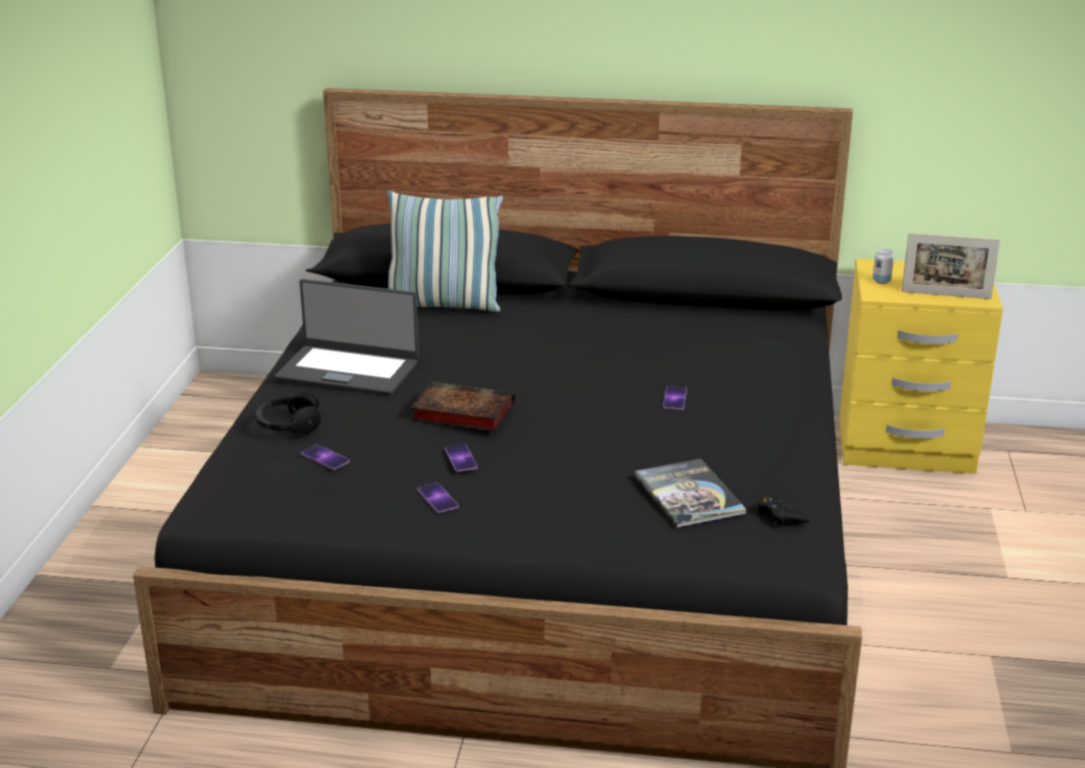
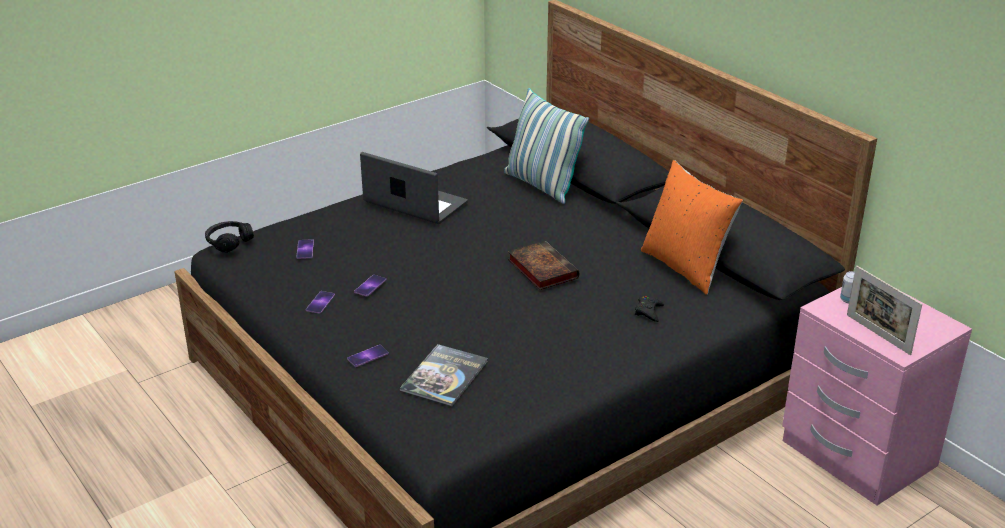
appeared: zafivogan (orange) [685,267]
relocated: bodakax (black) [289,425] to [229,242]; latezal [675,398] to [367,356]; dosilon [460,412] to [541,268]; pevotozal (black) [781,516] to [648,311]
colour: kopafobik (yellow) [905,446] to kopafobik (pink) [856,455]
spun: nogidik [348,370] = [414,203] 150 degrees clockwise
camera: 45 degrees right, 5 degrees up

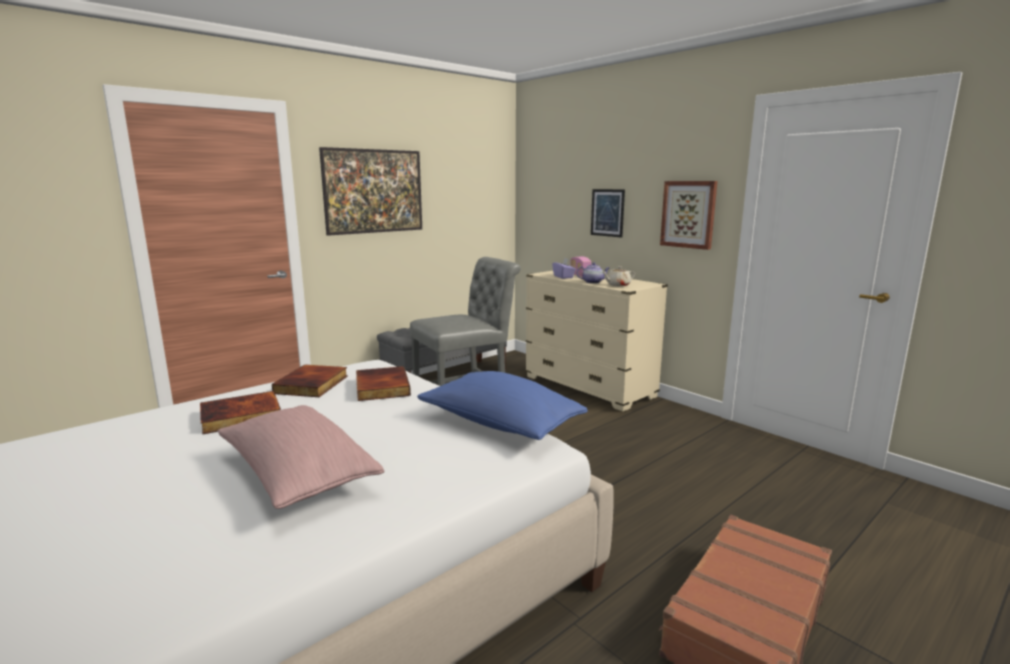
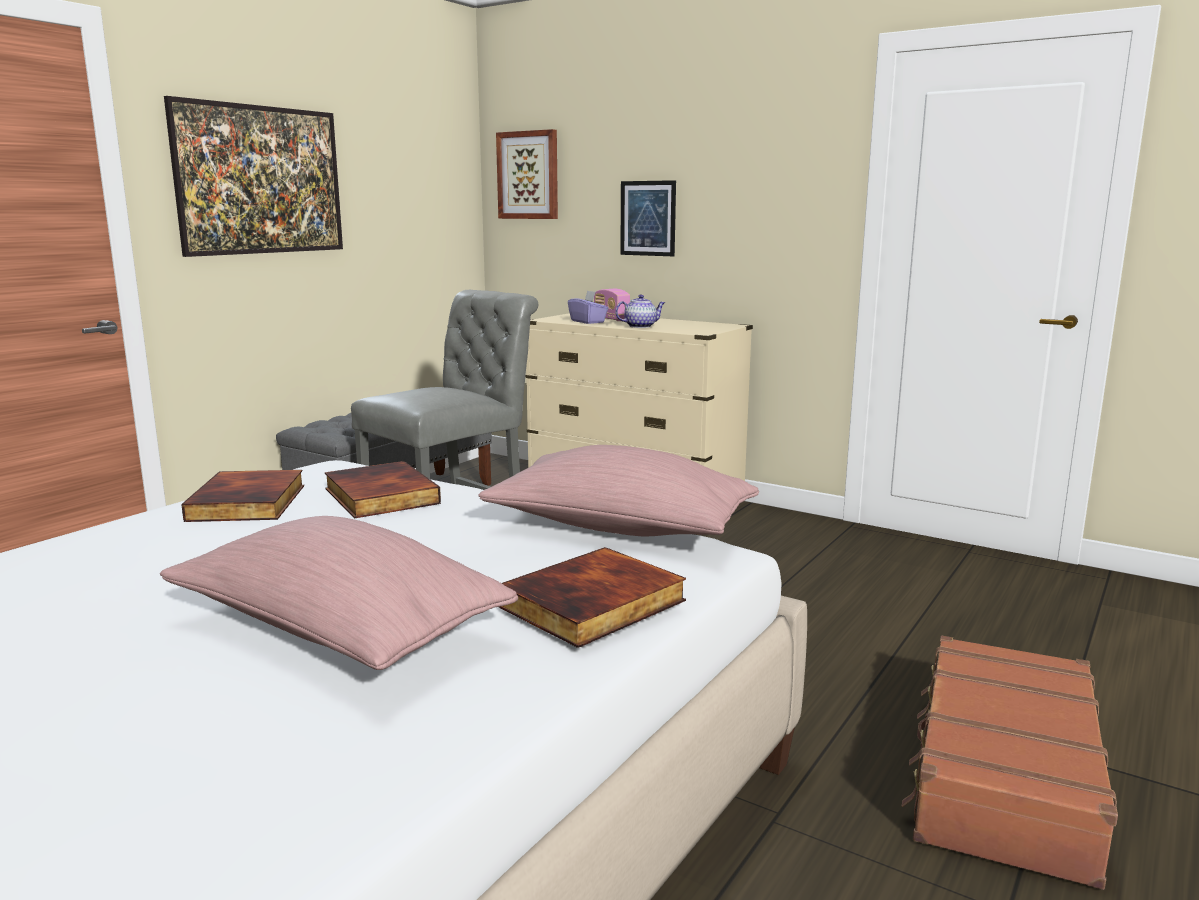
missing: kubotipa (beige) [618,285]
relocated: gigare [688,214] to [528,175]; dosilon [240,417] to [594,605]
colour: zafivogan (blue) [499,424] to zafivogan (pink) [619,529]
camera: 15 degrees left, 0 degrees up

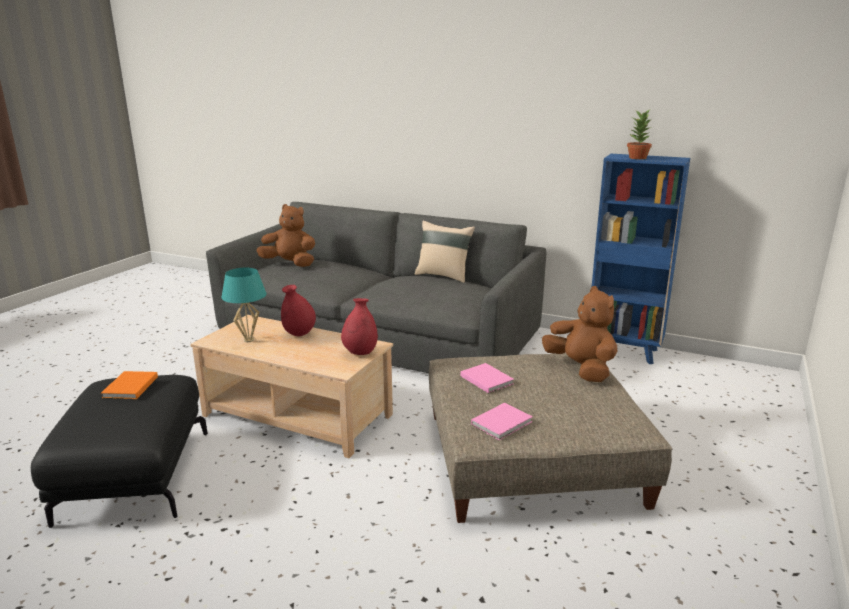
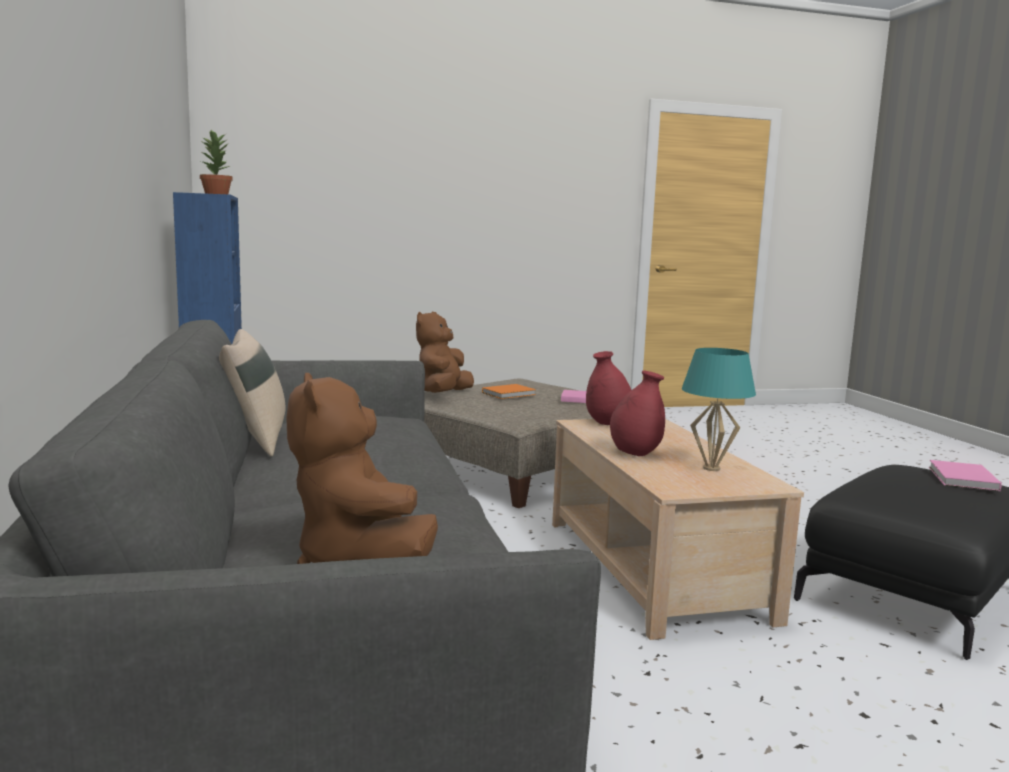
relocated: dosilon (orange) [129,388] to [510,393]; dosilon (pink) [486,379] to [962,479]
camera: 130 degrees left, 10 degrees down

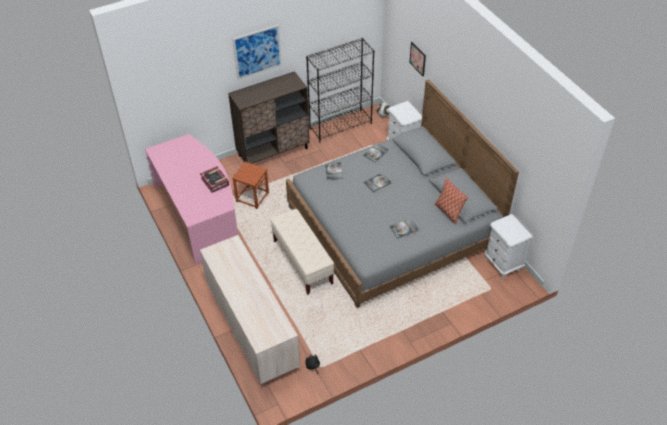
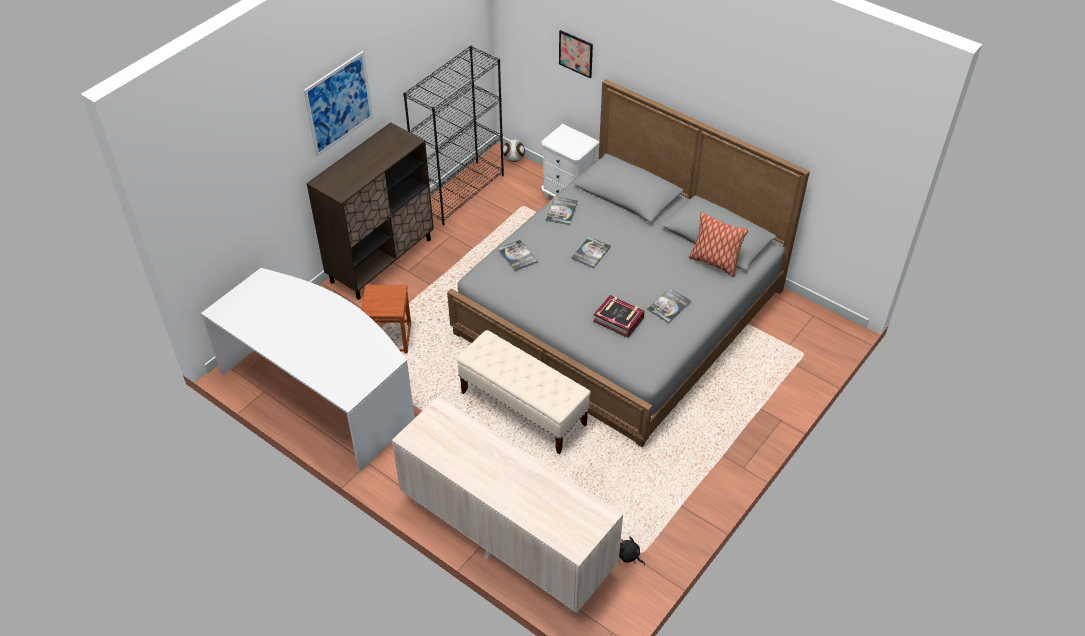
missing: kopafobik (white) [502,264]
relocated: dosilon [215,181] to [618,319]
colour: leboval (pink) [199,215] to leboval (white) [320,392]
camera: 25 degrees left, 0 degrees up

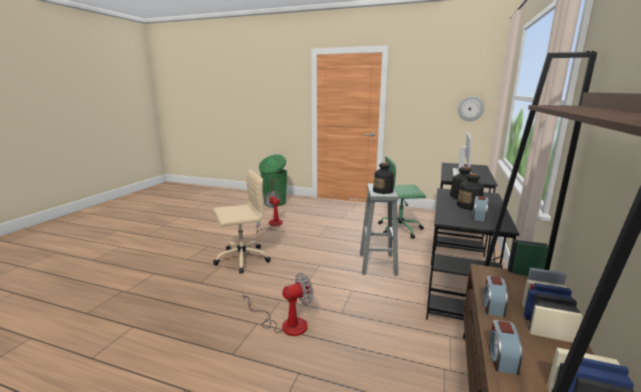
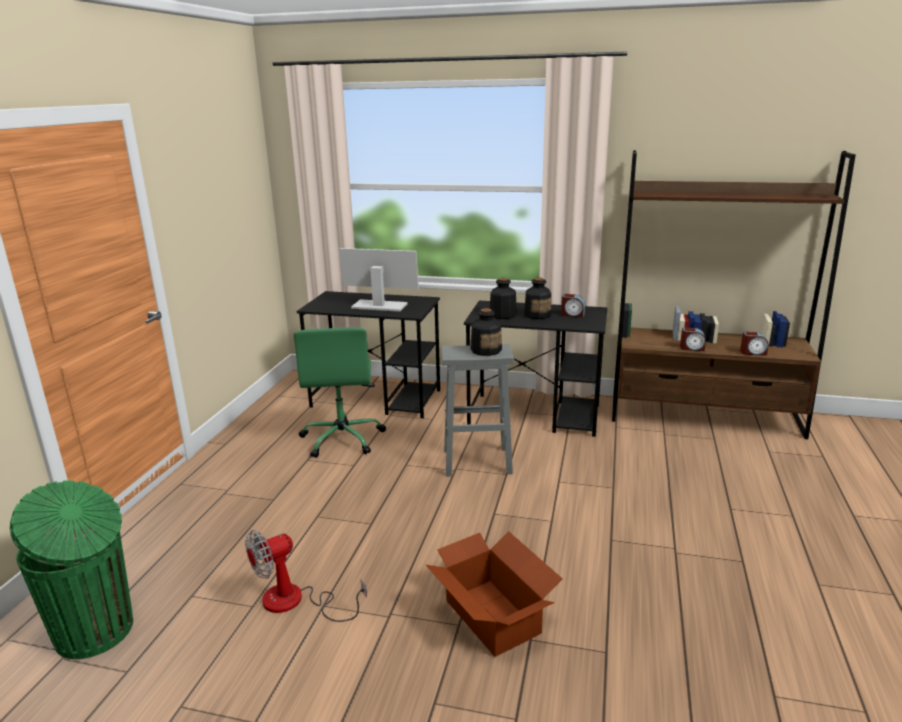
missing: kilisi [286,324]; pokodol [470,108]
exchanged: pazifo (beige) [241,259] to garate [493,615]
camera: 95 degrees left, 5 degrees up

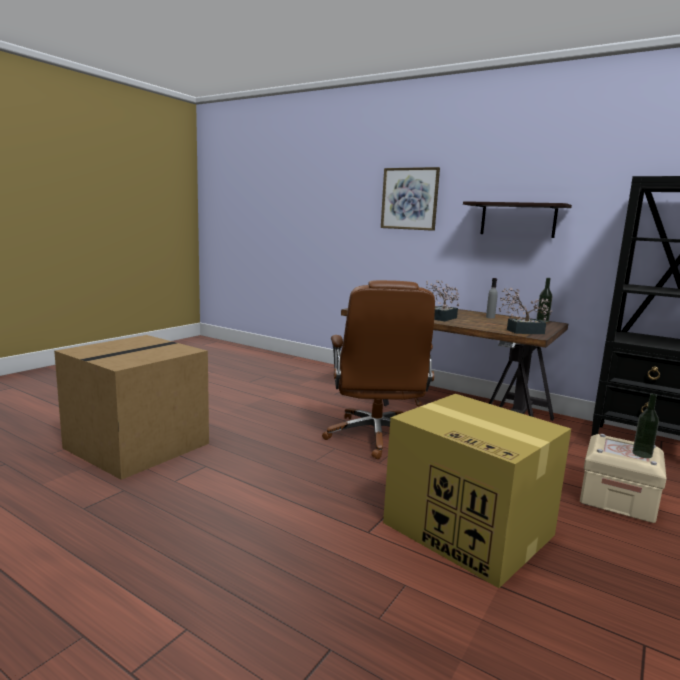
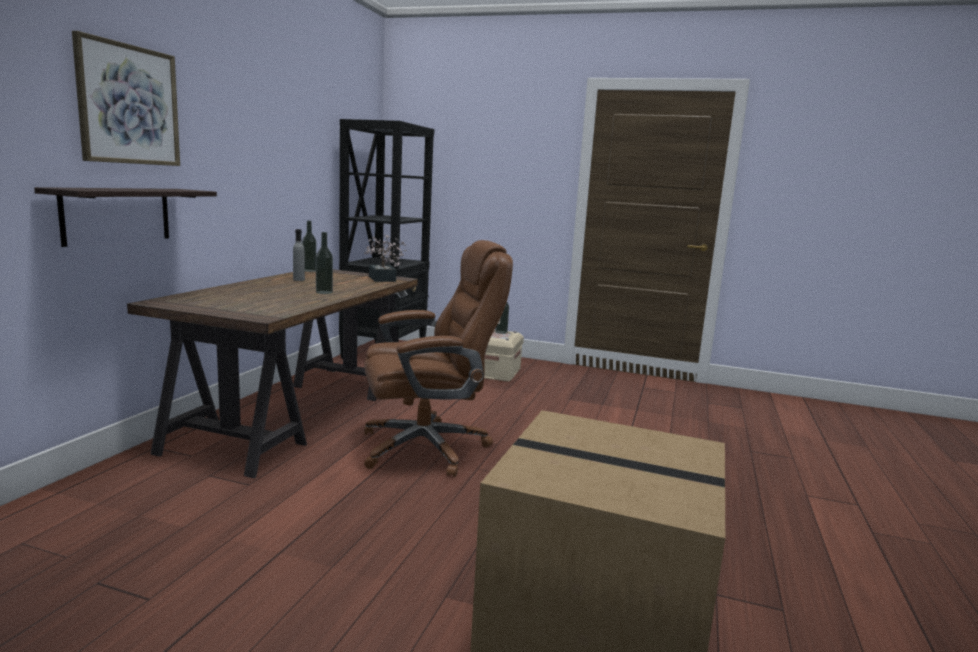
missing: garate [470,529]
relocated: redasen [518,220] to [117,215]
exchanged: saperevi [440,318] to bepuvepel [324,292]
camera: 105 degrees left, 0 degrees up

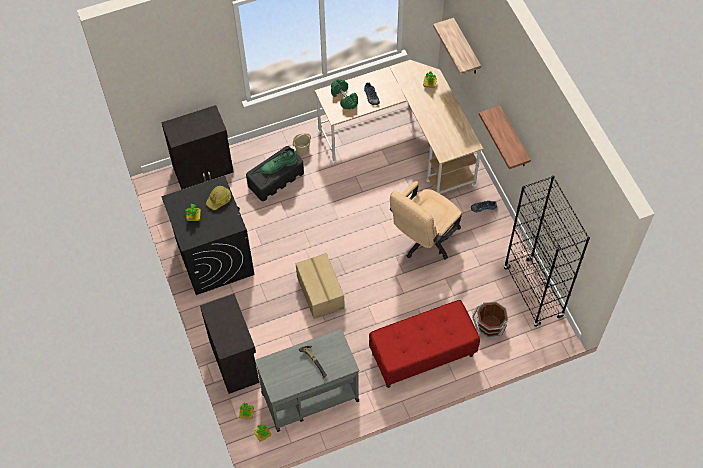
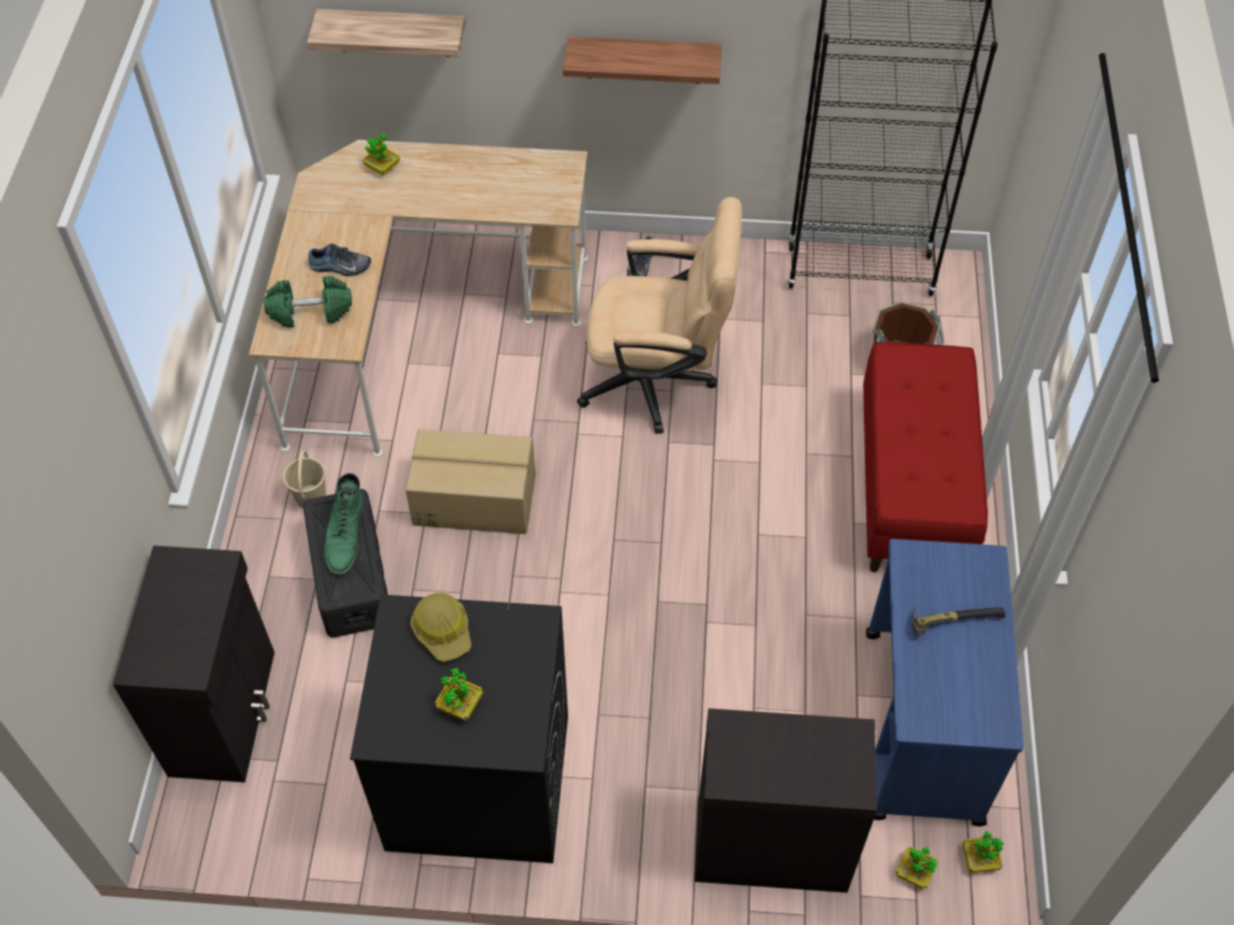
relocated: garate [321,292] to [474,498]
colour: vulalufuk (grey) [309,396] to vulalufuk (blue) [922,727]
spun: pazifo (beige) [424,240] = [658,381] 60 degrees counterclockwise
camera: 65 degrees left, 5 degrees down

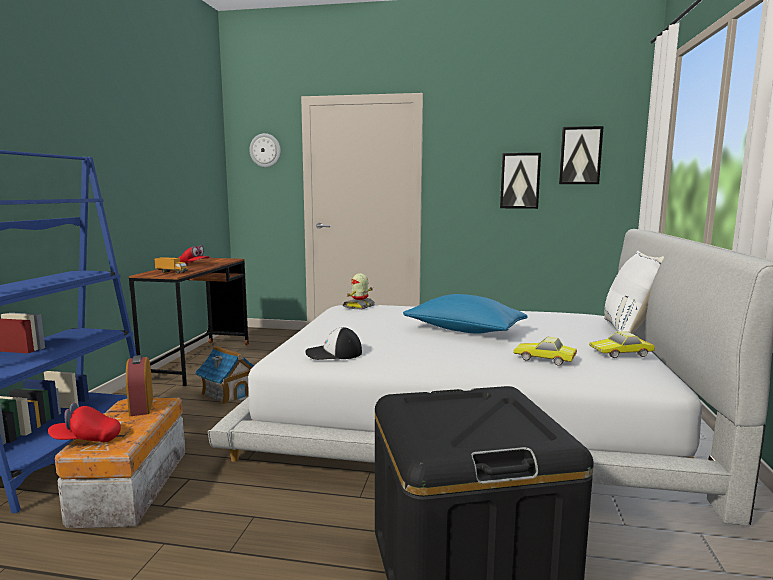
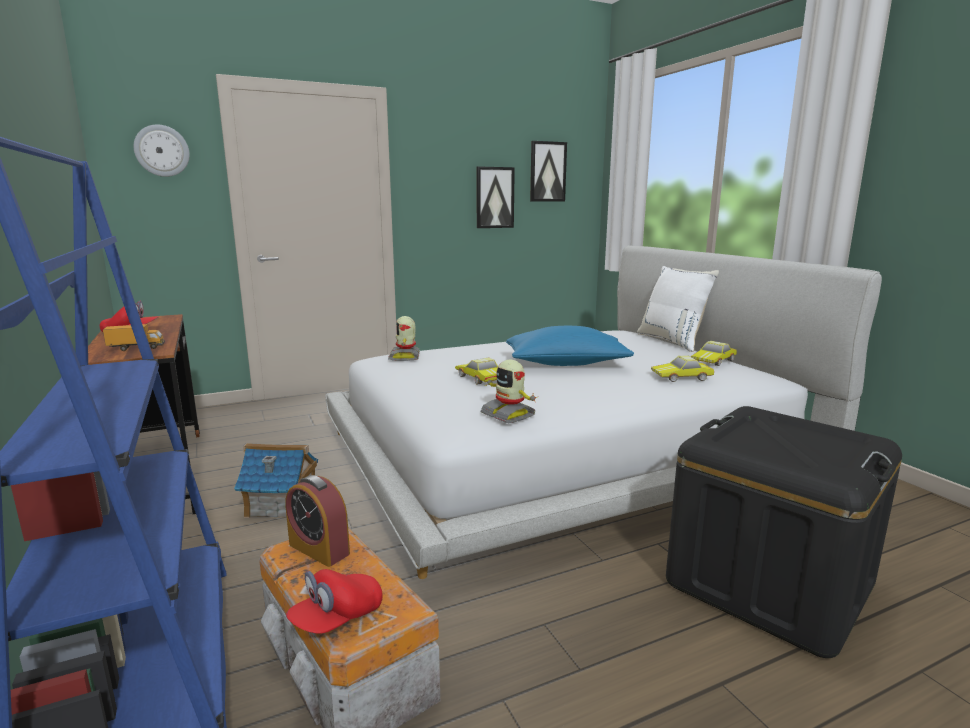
appeared: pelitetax [479,378]
exchanged: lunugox [333,353] to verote [508,414]
camera: 35 degrees left, 5 degrees up

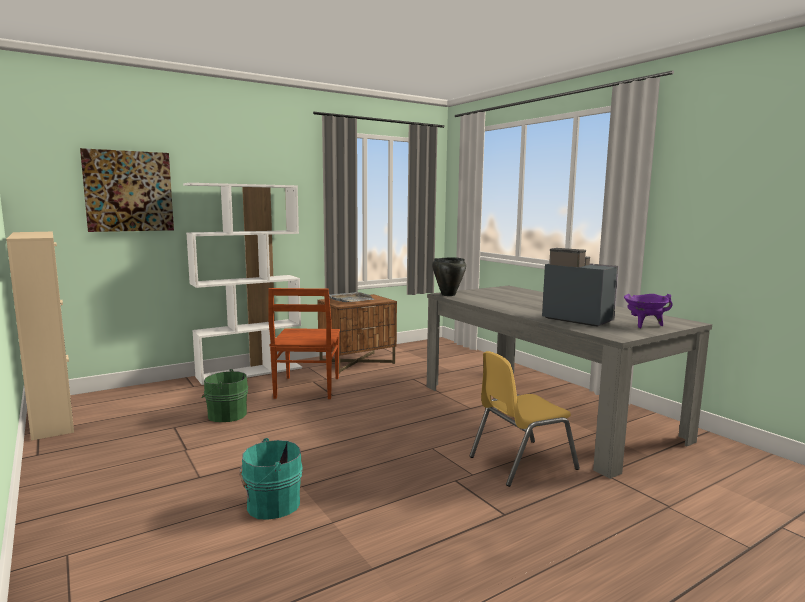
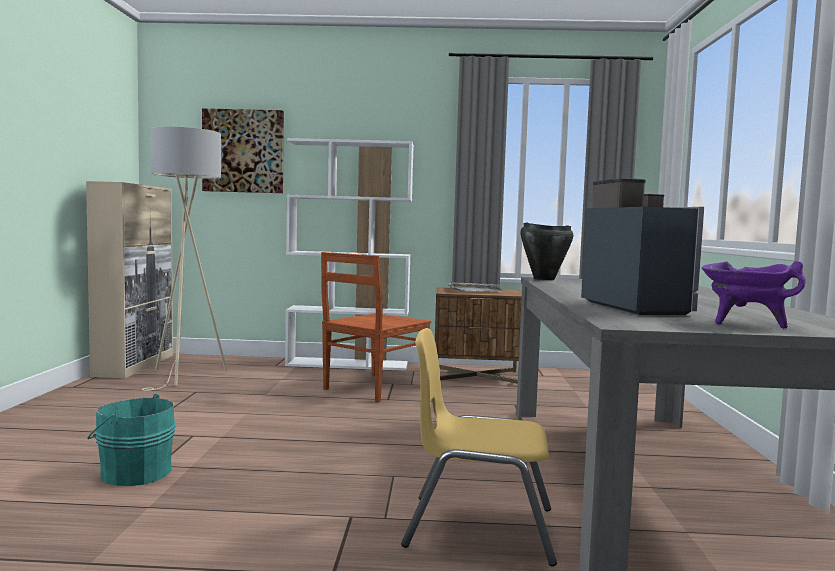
missing: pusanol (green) [225,415]
appeared: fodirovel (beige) [186,376]
camera: 35 degrees right, 5 degrees down

